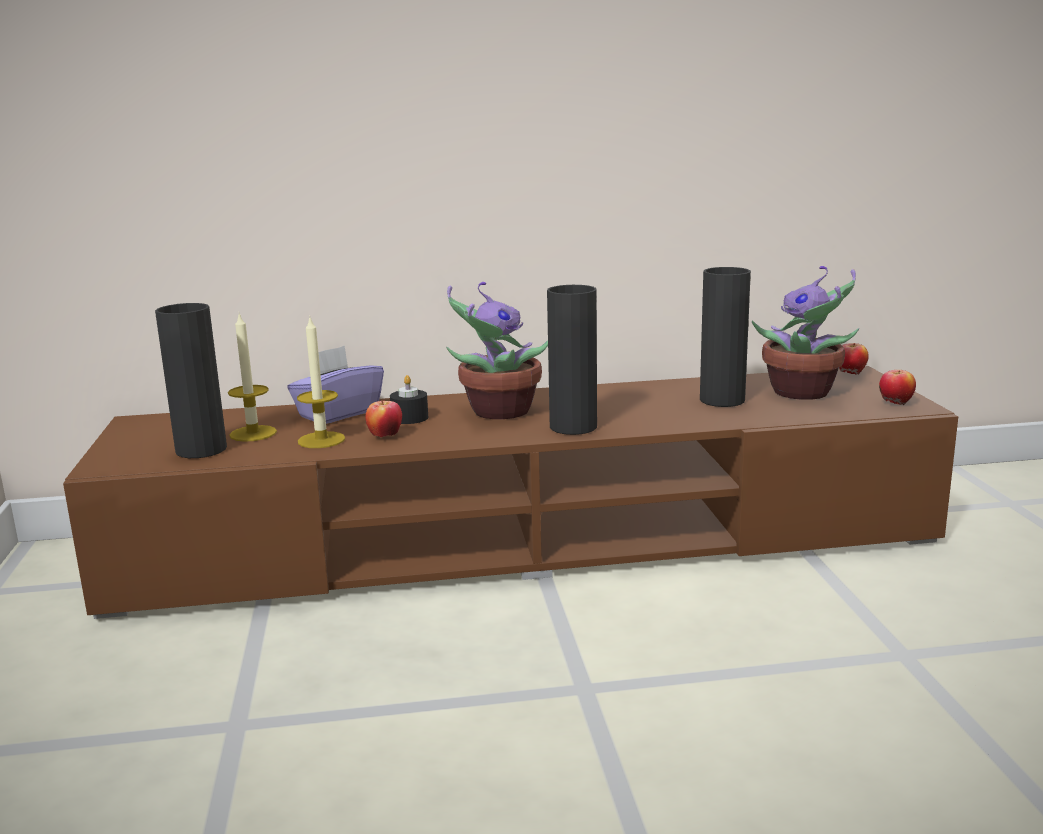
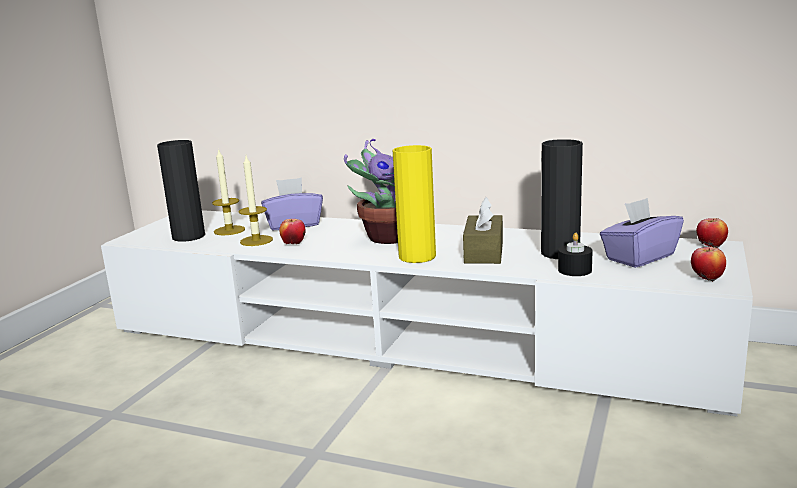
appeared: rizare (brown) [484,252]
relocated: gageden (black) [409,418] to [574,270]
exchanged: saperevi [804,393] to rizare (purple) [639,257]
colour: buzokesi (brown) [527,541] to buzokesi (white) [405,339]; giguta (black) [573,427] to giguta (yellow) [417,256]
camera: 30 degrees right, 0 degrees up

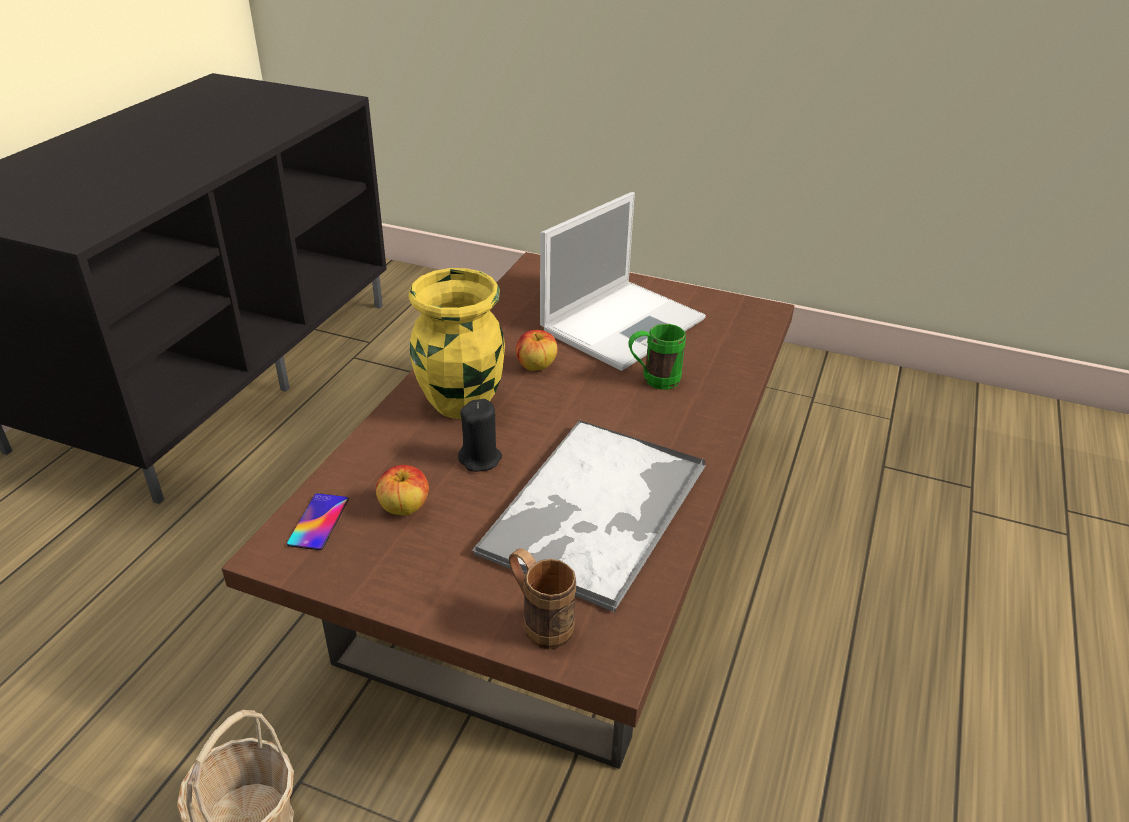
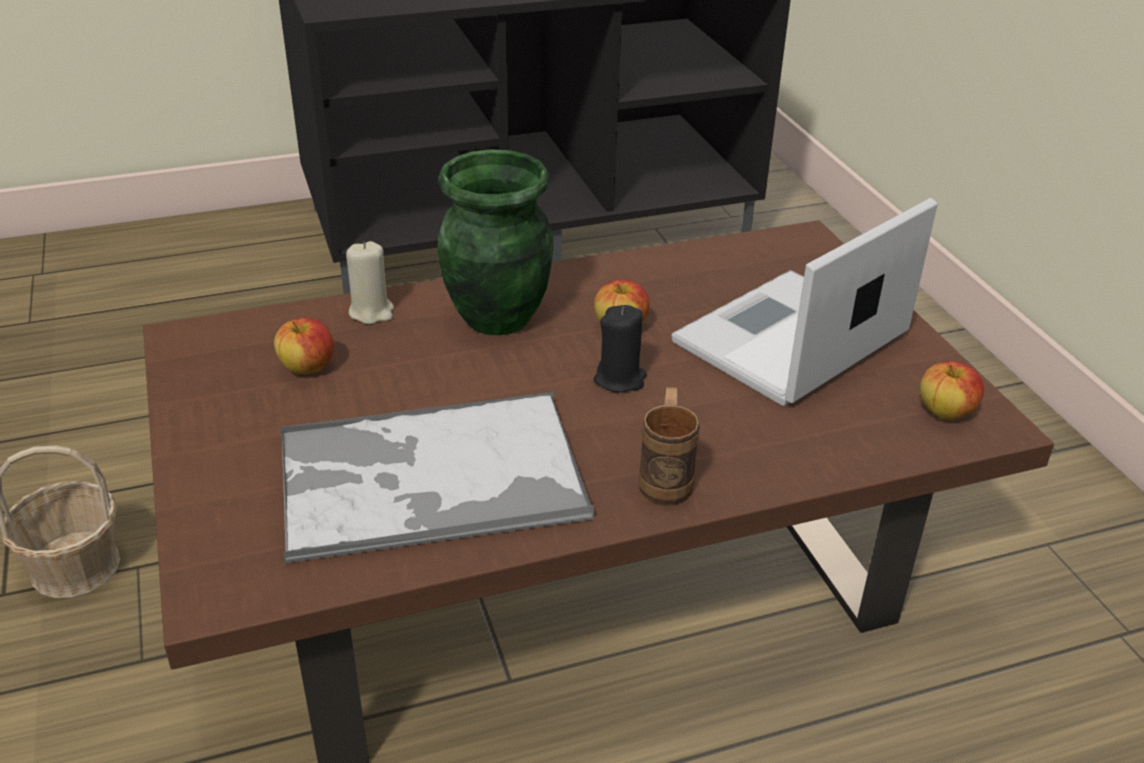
missing: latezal [318,522]; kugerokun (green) [653,380]
appeared: gageden (beige) [371,312]; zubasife [945,413]
relocated: gageden (black) [480,459] to [620,379]; kugerokun (brown) [540,622] to [666,478]
colour: giguta (yellow) [461,404] to giguta (green) [496,318]
spun: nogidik [624,323] = [788,341] 135 degrees clockwise
camera: 50 degrees right, 0 degrees up

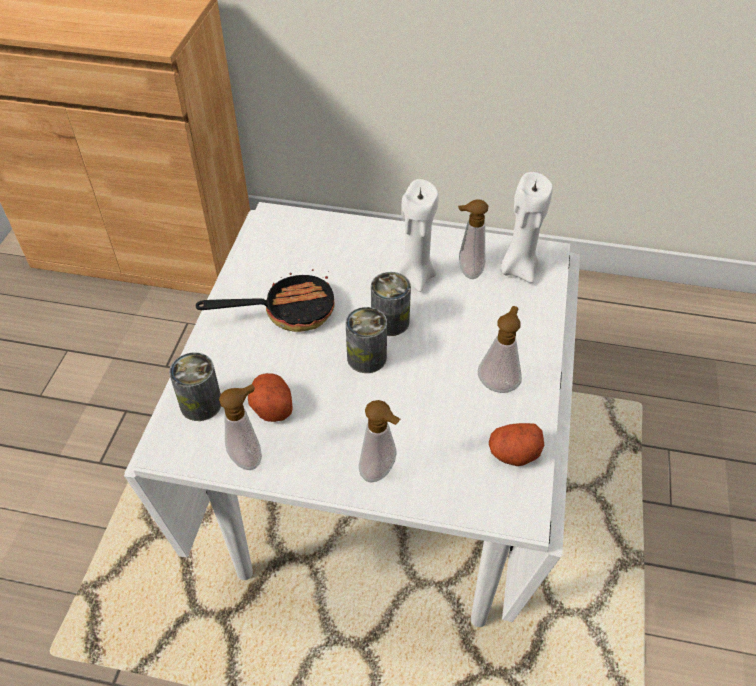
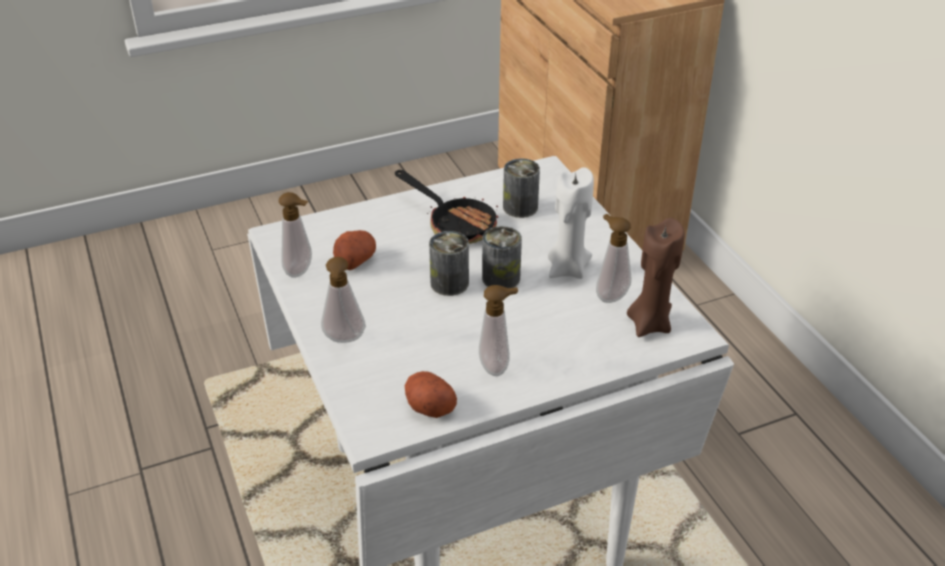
relocated: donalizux [201,404] to [520,207]
colour: gageden (white) [518,269] to gageden (brown) [649,324]
camera: 55 degrees right, 10 degrees down

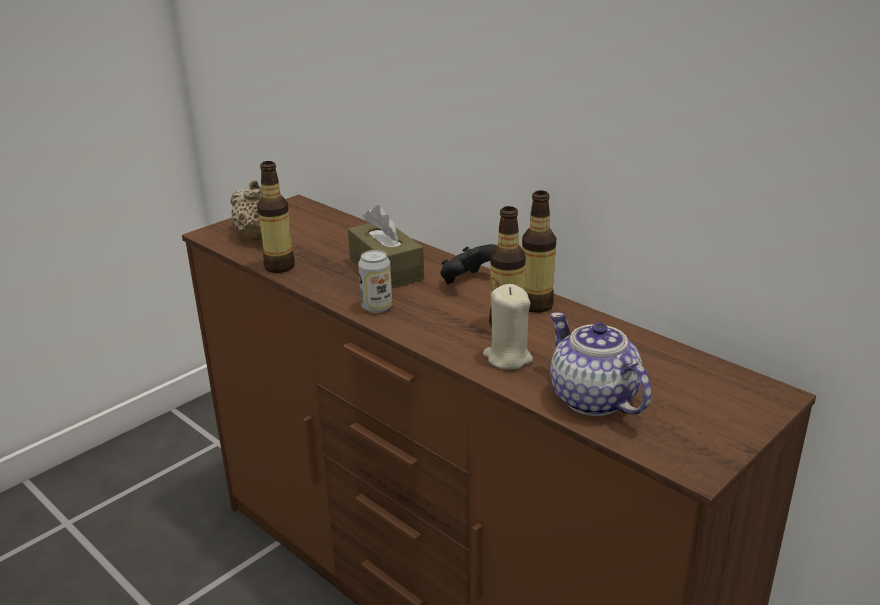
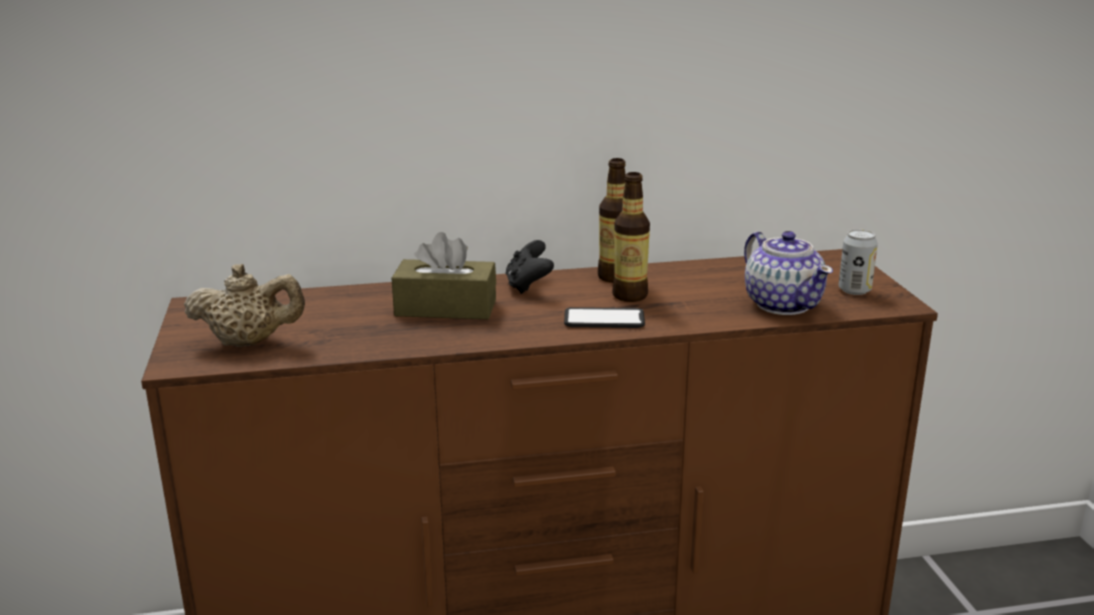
missing: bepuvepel [279,267]; gageden (beige) [507,358]
appeared: latezal [604,319]
relocated: donalizux [376,307] to [854,290]
spun: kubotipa [593,400] = [783,304] 120 degrees counterclockwise
camera: 55 degrees left, 5 degrees down

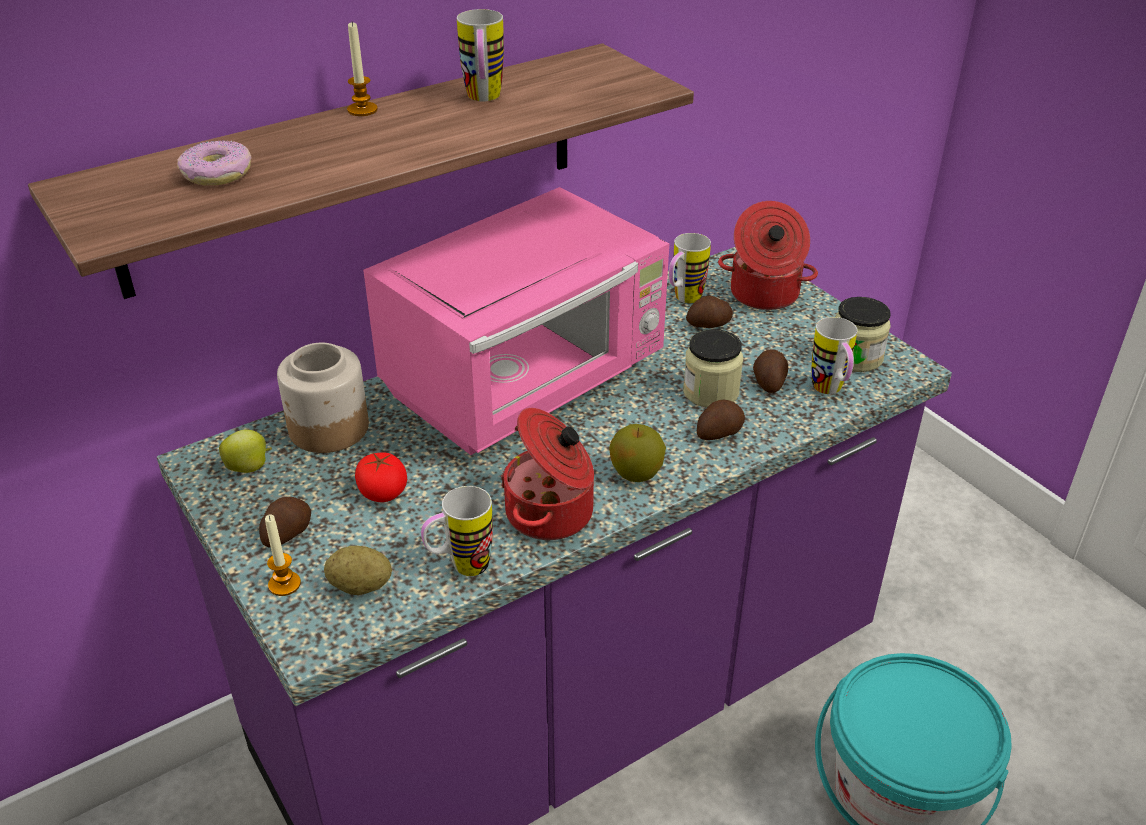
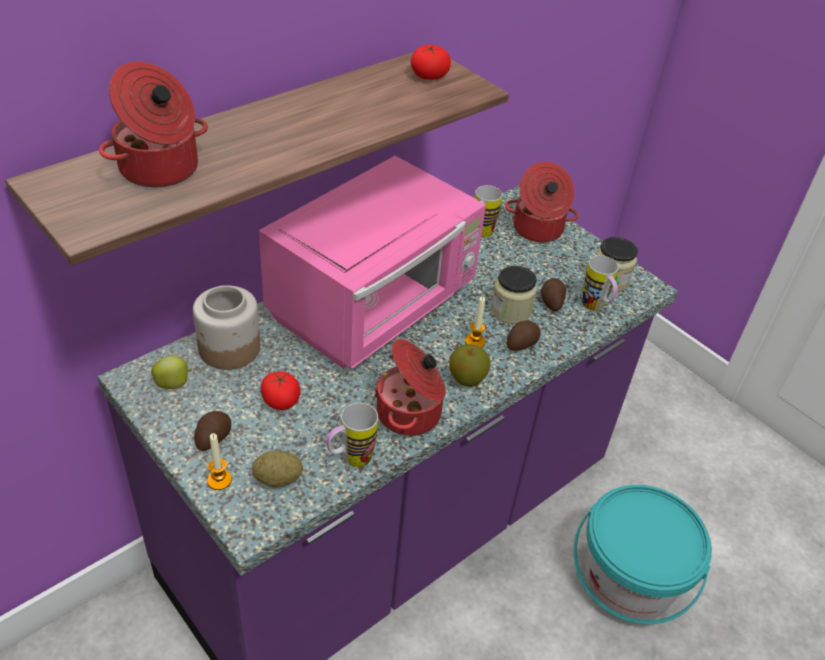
missing: kugerokun [483,99]; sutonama [709,325]
appeared: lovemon [429,76]
relocated: gageden [362,110] to [475,342]
exchanged: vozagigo [218,174] to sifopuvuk [160,170]
camera: 10 degrees left, 5 degrees up

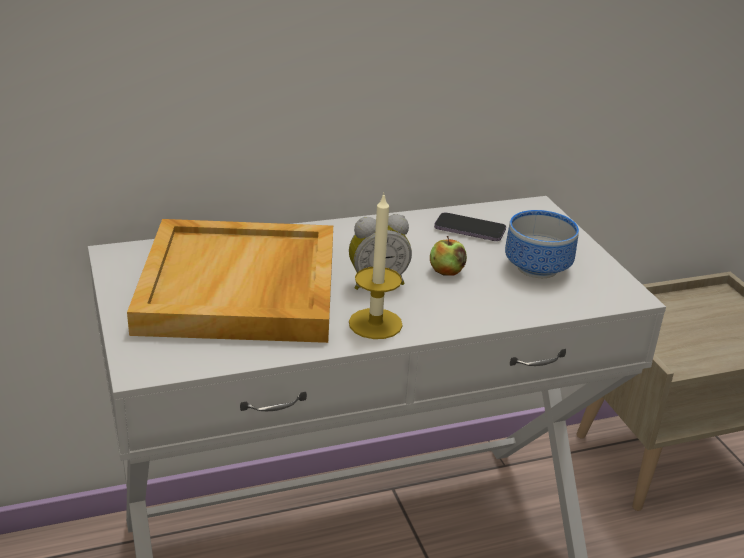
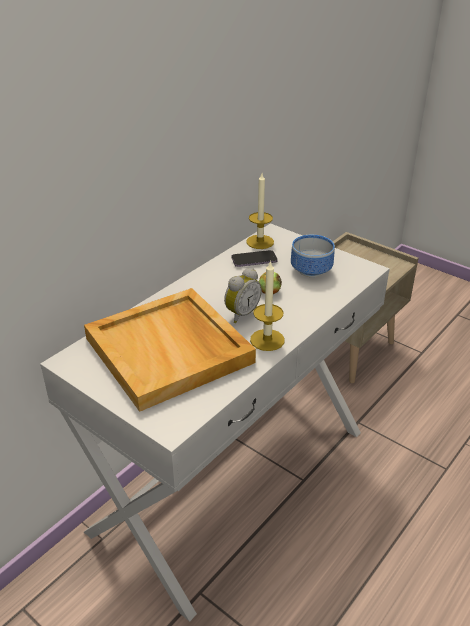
appeared: gageden [260,242]
camera: 30 degrees left, 5 degrees up

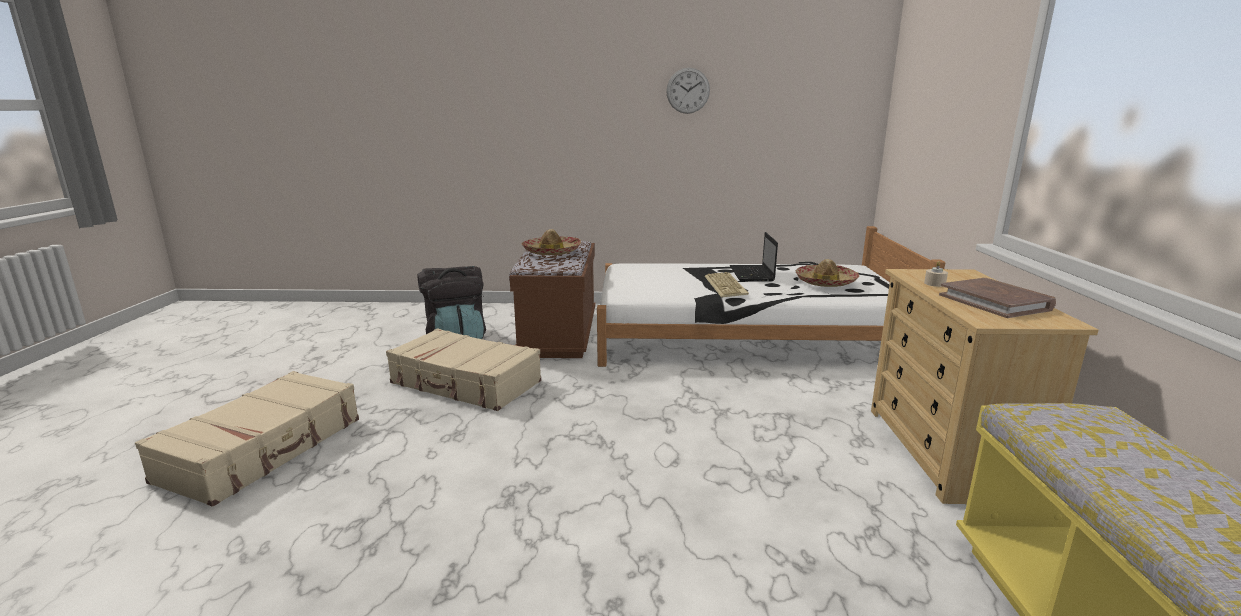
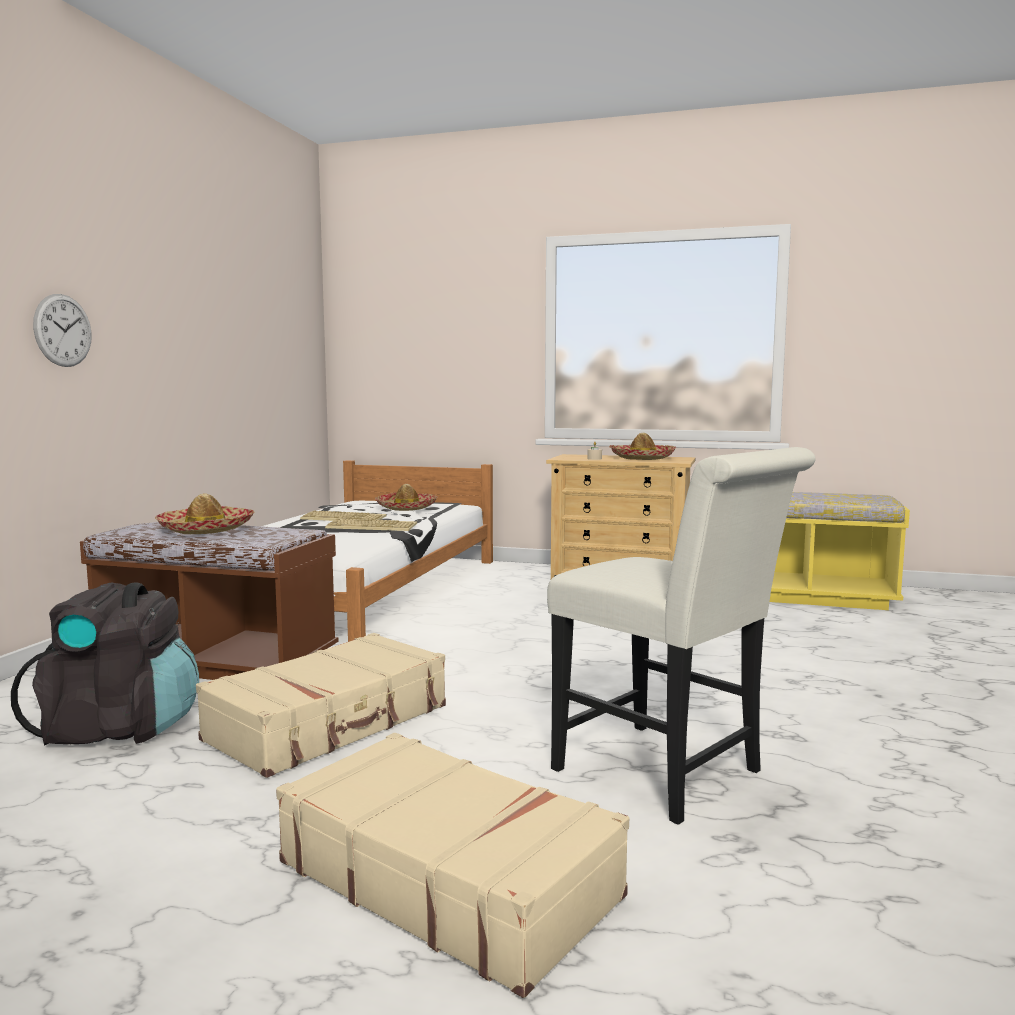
appeared: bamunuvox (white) [669,775]
relocated: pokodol [688,90] to [63,330]
exchanged: nogidik [752,274] to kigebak [345,518]; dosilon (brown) [995,302] to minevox [641,458]
camera: 75 degrees left, 10 degrees down

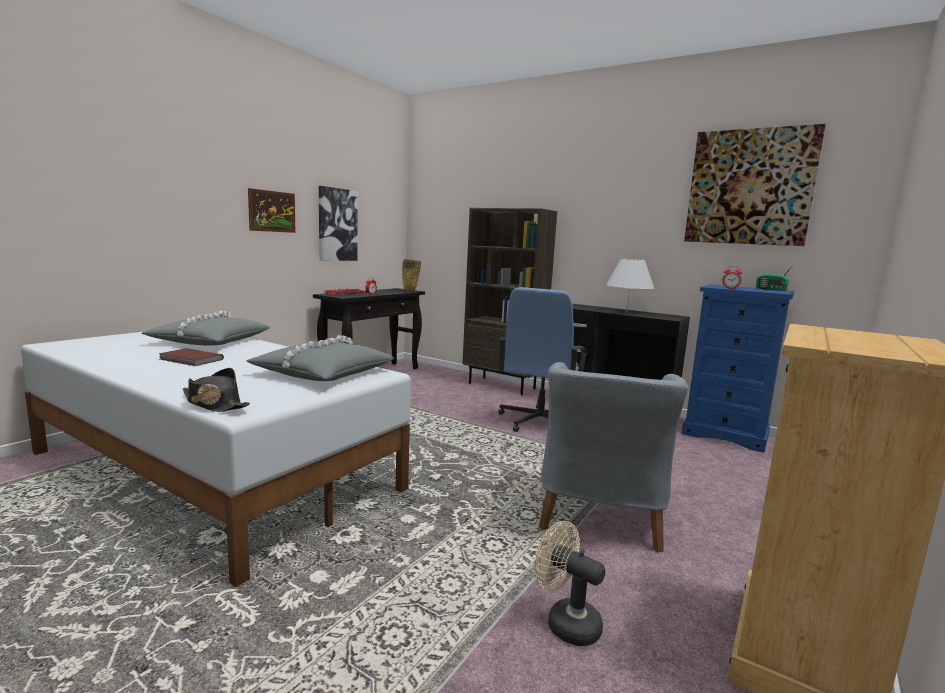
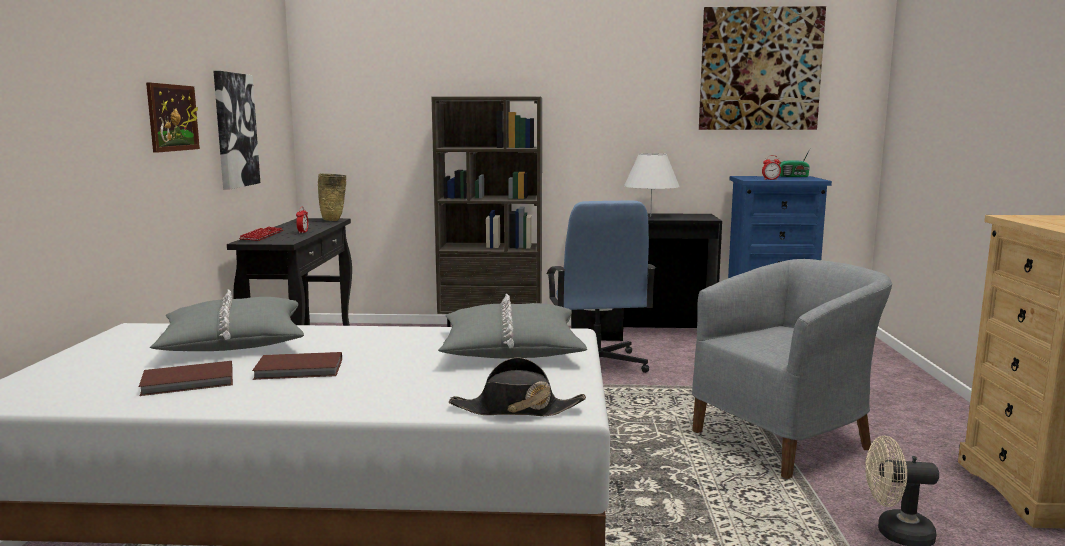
appeared: dosilon (brown) [189,382]
spun: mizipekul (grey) [599,514] = [786,439] 105 degrees counterclockwise
camera: 30 degrees left, 0 degrees up

